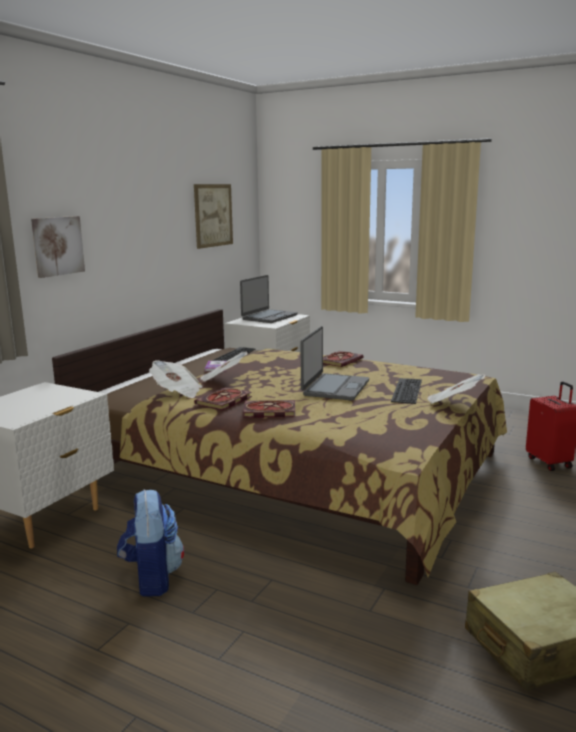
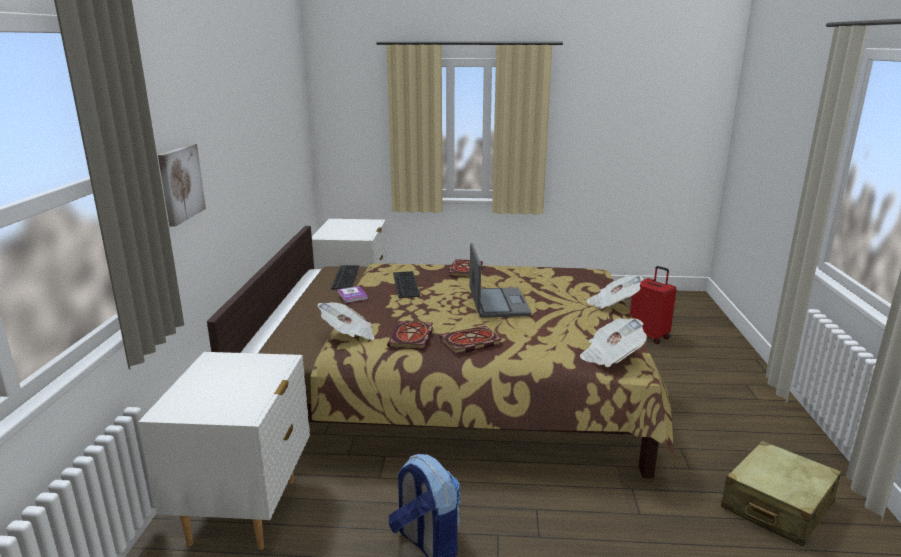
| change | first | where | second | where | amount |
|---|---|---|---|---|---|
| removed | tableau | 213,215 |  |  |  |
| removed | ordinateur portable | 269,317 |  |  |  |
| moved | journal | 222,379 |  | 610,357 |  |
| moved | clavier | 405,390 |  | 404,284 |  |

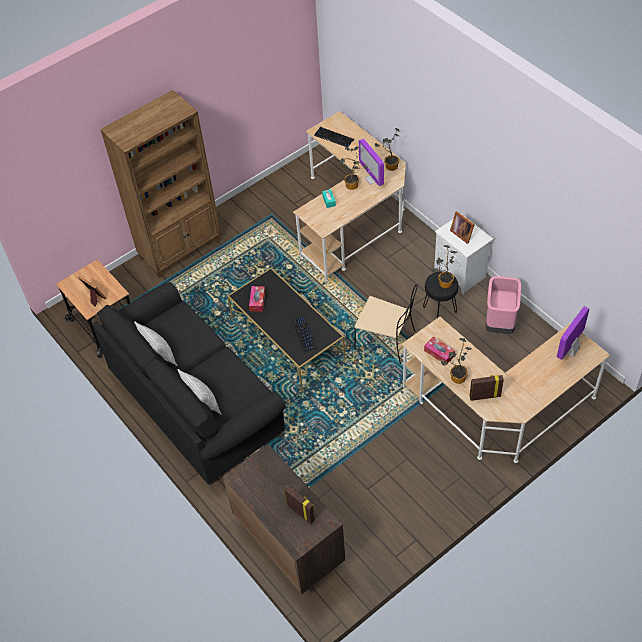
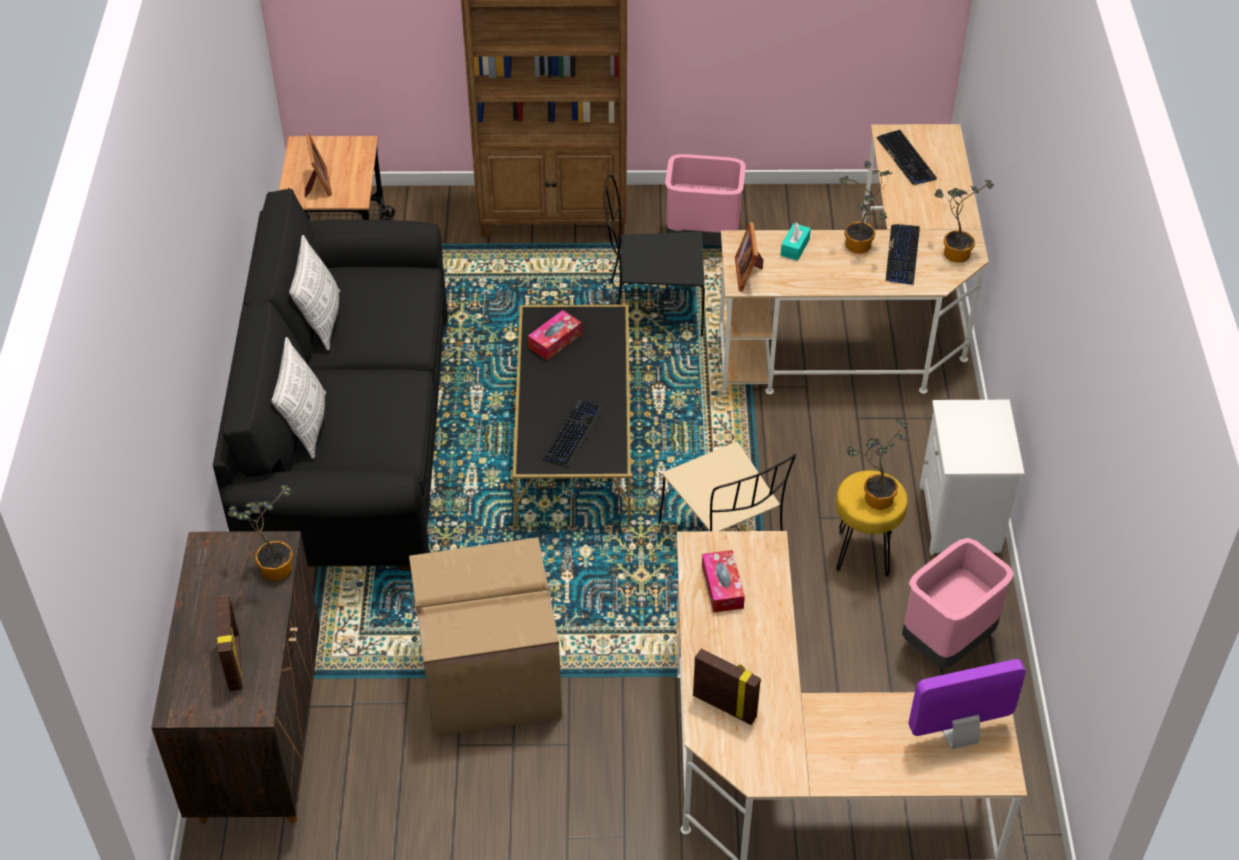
| change | first | where | second | where | amount |
|---|---|---|---|---|---|
| replaced | écran d'ordinateur | 372,179 | clavier | 902,255 |  |
| moved | cadre photo | 462,233 |  | 749,273 |  |
| recoloured | tabouret [noir] | 440,309 | tabouret [jaune] | 864,552 |  |
| moved | plante en pot | 456,378 |  | 272,566 |  |
| added |  |  | poubelle [rose] | 703,240 |  |
| added |  |  | chaise [noir] | 652,309 |  |
| added |  |  | carton | 487,676 |  |

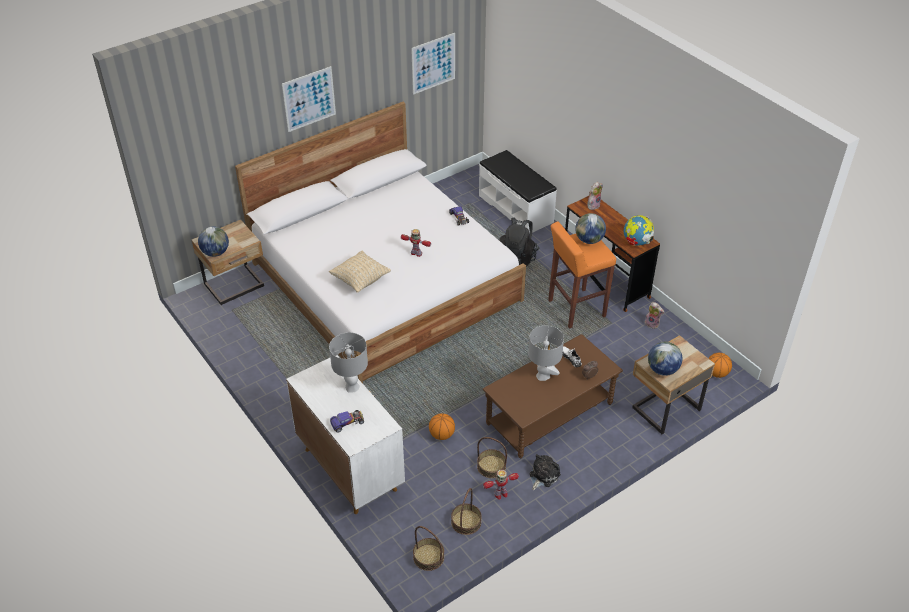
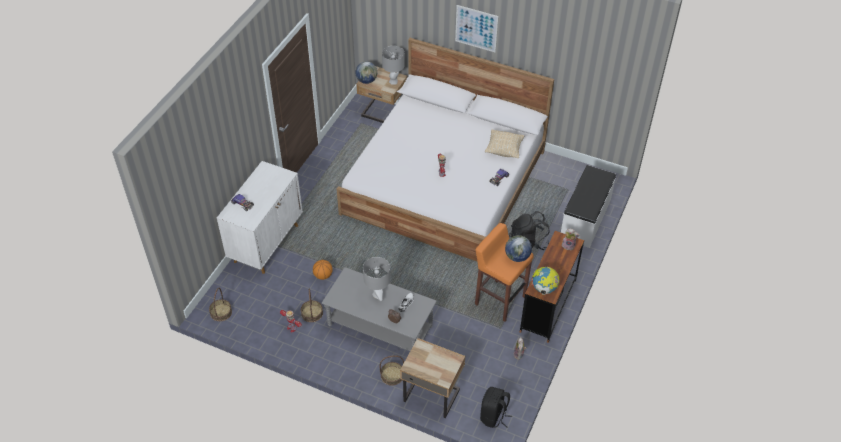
| change | first | where | second | where | amount |
|---|---|---|---|---|---|
| removed | tableau | 433,63 |  |  |  |
| moved | coussin [beige] | 360,280 |  | 504,150 |  |
| moved | lampe de table [gris] | 352,386 |  | 393,81 |  |
| recoloured | table basse [marron] | 549,414 | table basse [gris] | 380,326 |  |
| removed | globe | 662,370 |  |  |  |
| replaced | ballon de basket | 716,373 | sac à dos [noir] | 494,416 |  |
| removed | peluche | 543,476 |  |  |  |
| moved | panier | 466,522 |  | 392,375 |  |

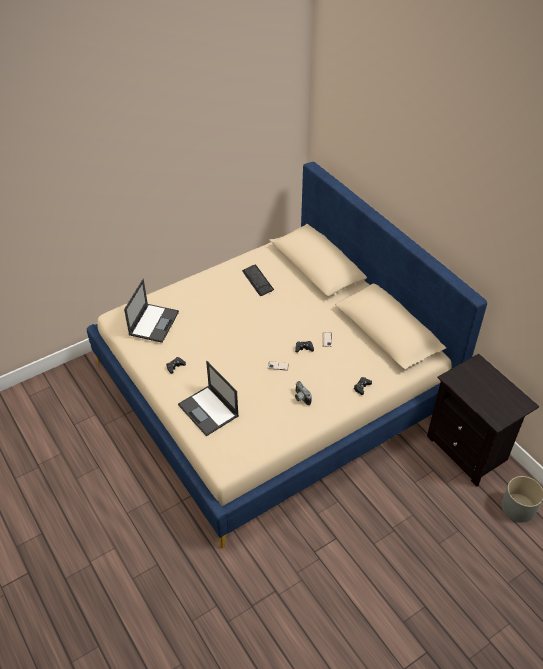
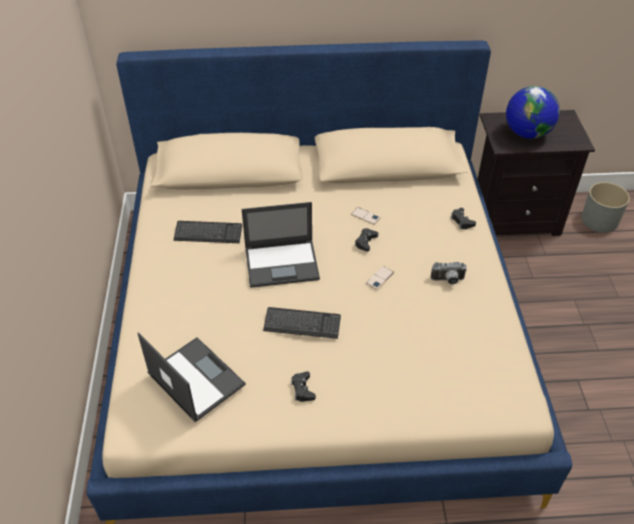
| change | first | where | second | where | amount |
|---|---|---|---|---|---|
| moved | ordinateur portable | 209,411 |  | 282,263 |  |
| added |  |  | globe | 527,133 |  |
| added |  |  | clavier | 302,324 |  |

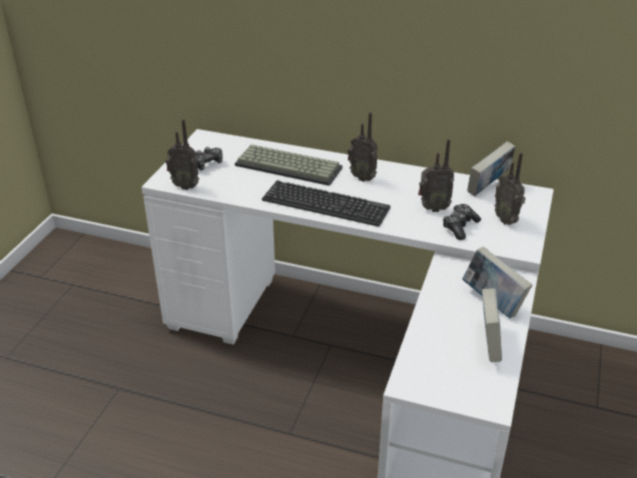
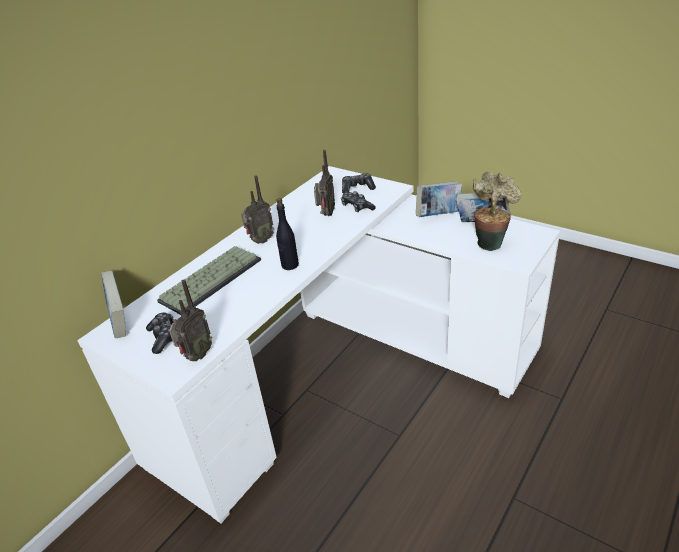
| change | first | where | second | where | amount |
|---|---|---|---|---|---|
| moved | livre | 488,187 |  | 121,322 |  |
| replaced | radio | 506,220 | manette | 357,188 |  |
| replaced | clavier | 325,204 | bouteille [noir] | 289,265 |  |
| added |  |  | plante en pot | 490,242 |  |

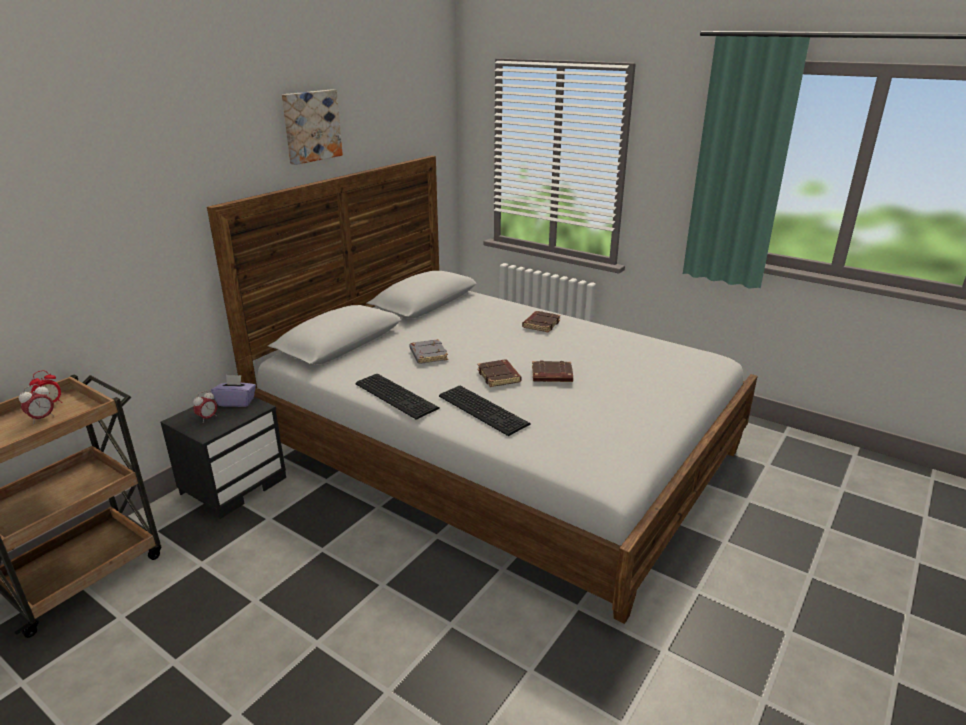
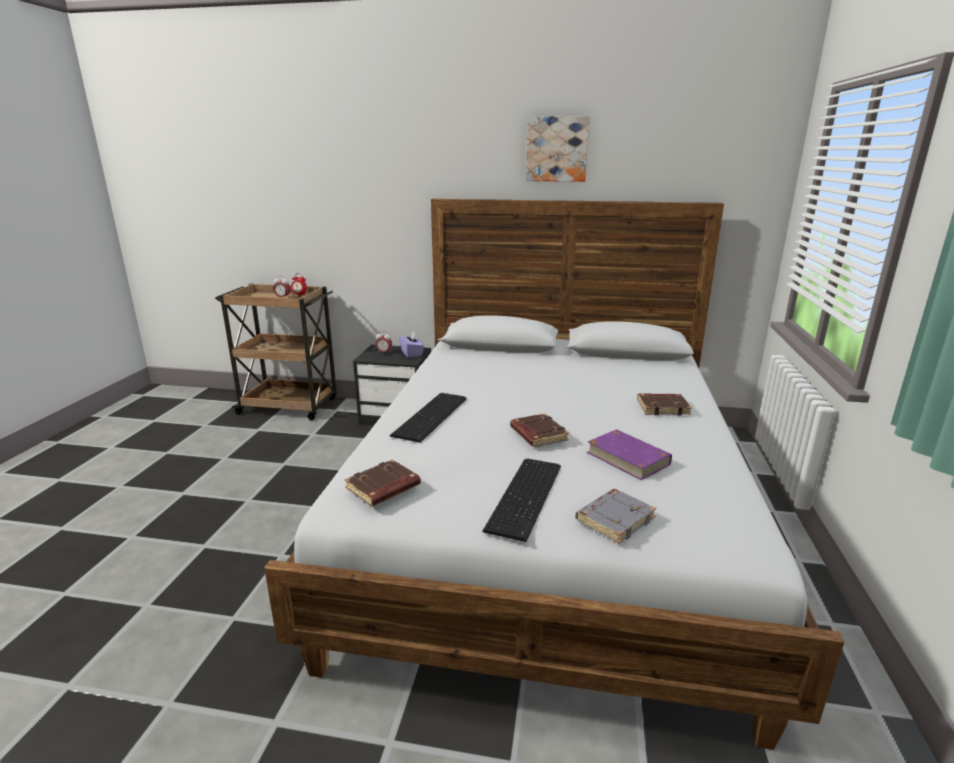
| change | first | where | second | where | amount |
|---|---|---|---|---|---|
| moved | livre [gris] | 427,355 |  | 614,519 |  |
| moved | livre [marron] | 499,376 |  | 383,488 |  |
| moved | clavier | 396,395 |  | 528,496 |  |
| added |  |  | livre [violet] | 627,458 |  |

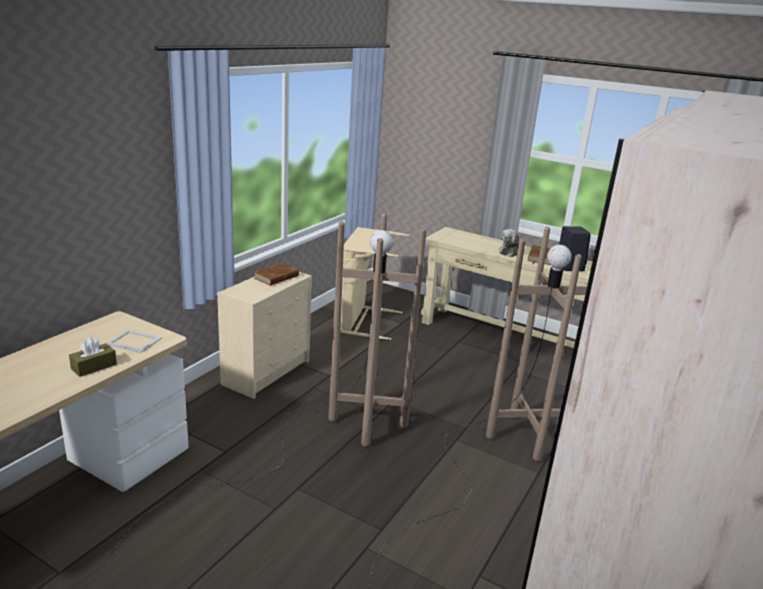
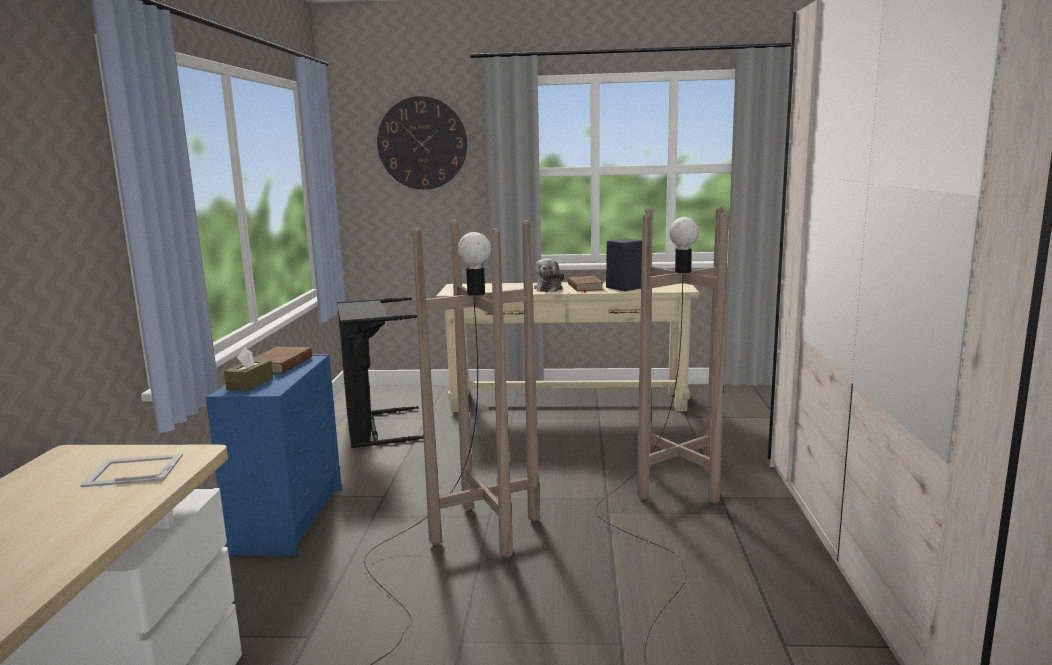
| change | first | where | second | where | amount |
|---|---|---|---|---|---|
| recoloured | panier à linge [beige] | 362,321 | panier à linge [noir] | 374,429 |  |
| recoloured | commode [beige] | 267,372 | commode [bleu] | 289,519 |  |
| moved | boîte à mouchoirs [marron] | 94,366 |  | 250,384 |  |
| added |  |  | horloge murale | 422,143 |  |

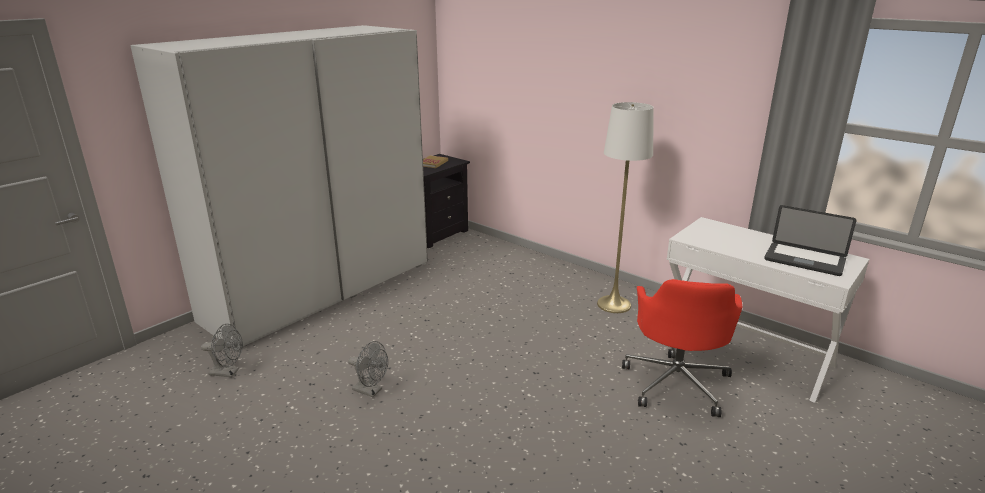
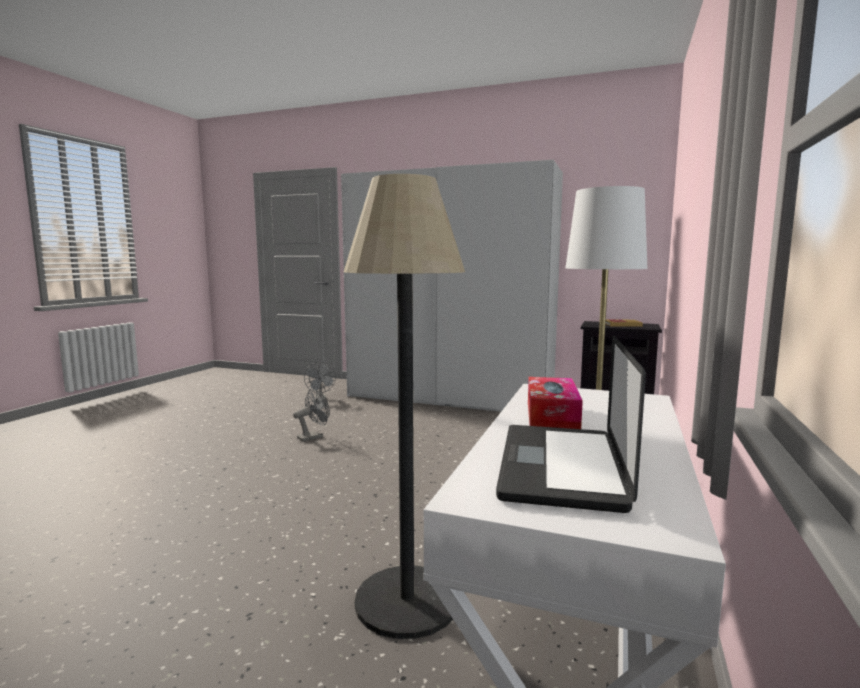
| change | first | where | second | where | amount |
|---|---|---|---|---|---|
| replaced | chaise de bureau [rouge] | 676,382 | lampadaire | 407,601 |  |
| turned | ventilateur [gris] | 371,391 |  | 313,437 | 135 degrees counterclockwise |
| added |  |  | boîte à mouchoirs | 552,416 |  |

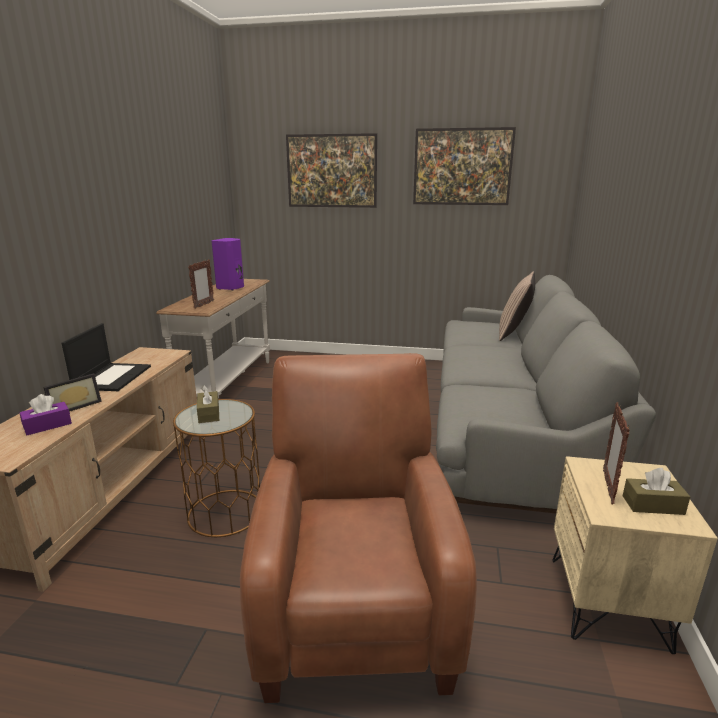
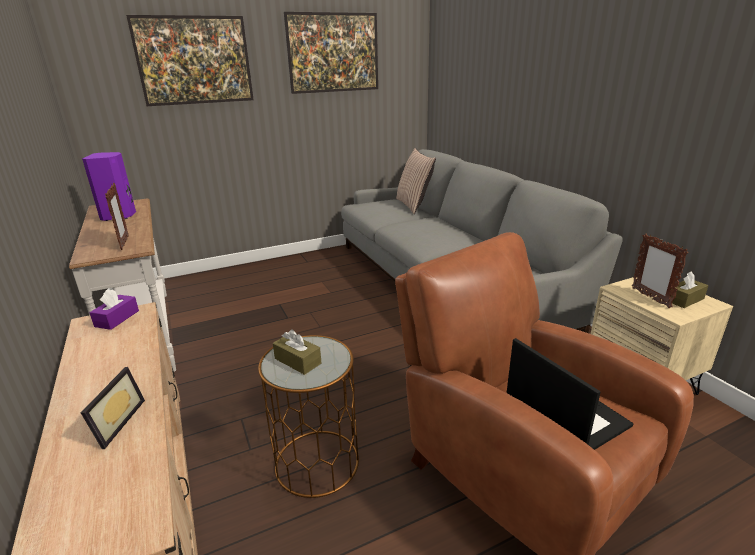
| change | first | where | second | where | amount |
|---|---|---|---|---|---|
| moved | ordinateur portable | 112,377 |  | 564,410 |  |
| moved | boîte à mouchoirs [violet] | 47,425 |  | 117,318 |  |

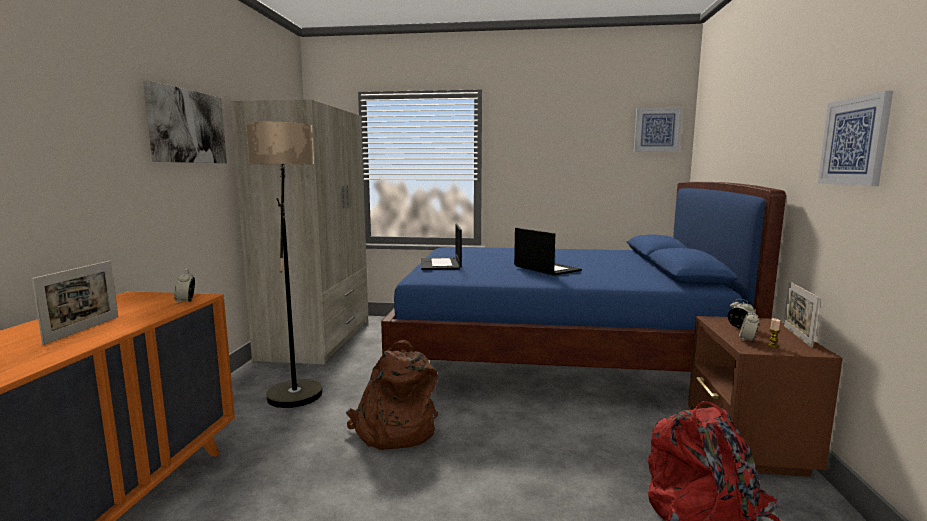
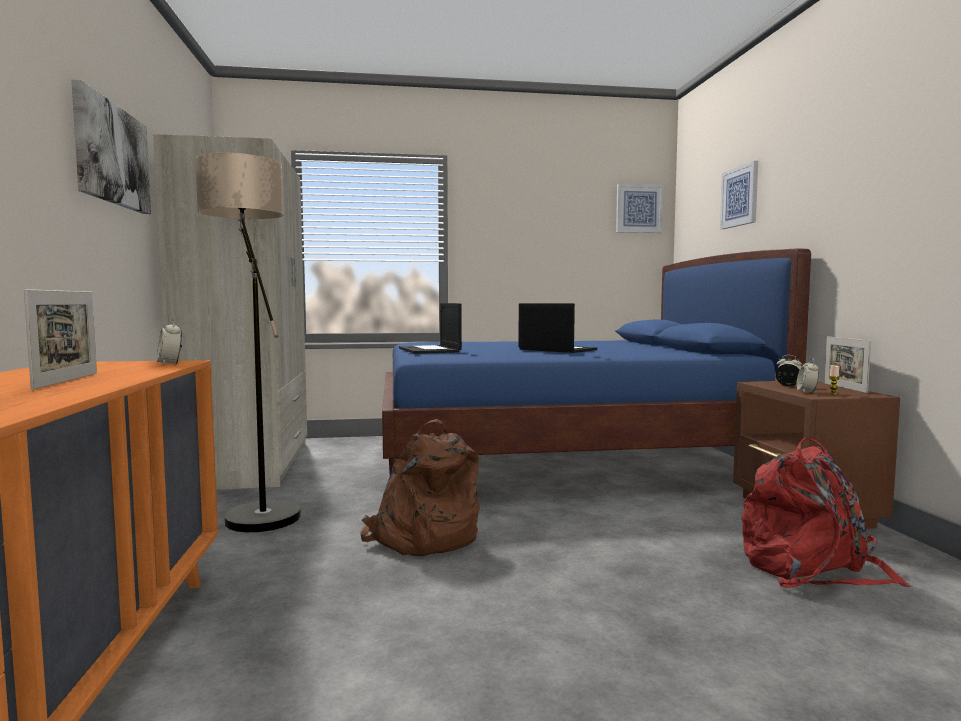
| change | first | where | second | where | amount |
|---|---|---|---|---|---|
| moved | tableau | 855,141 |  | 740,196 |  |

